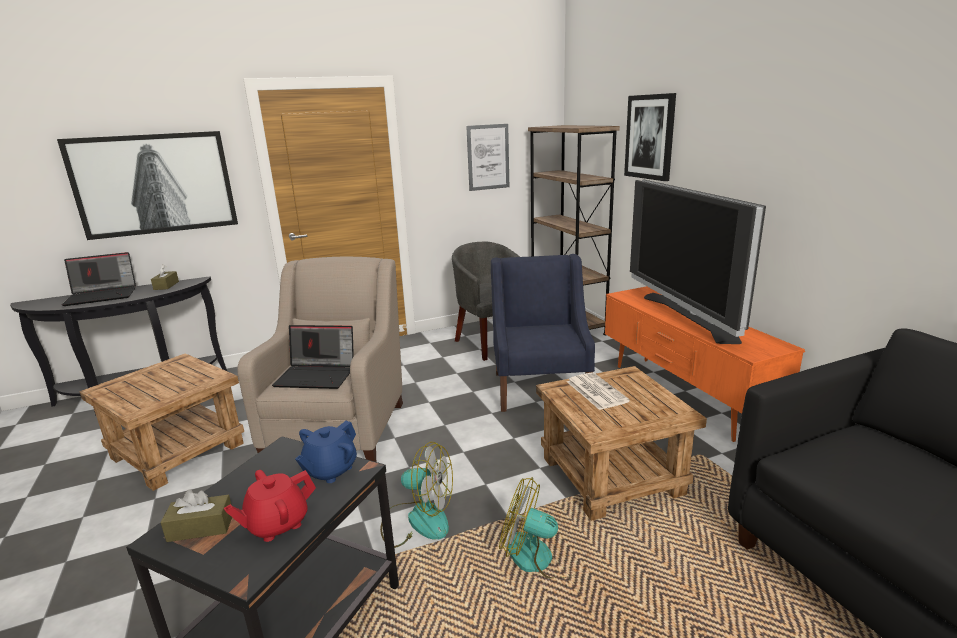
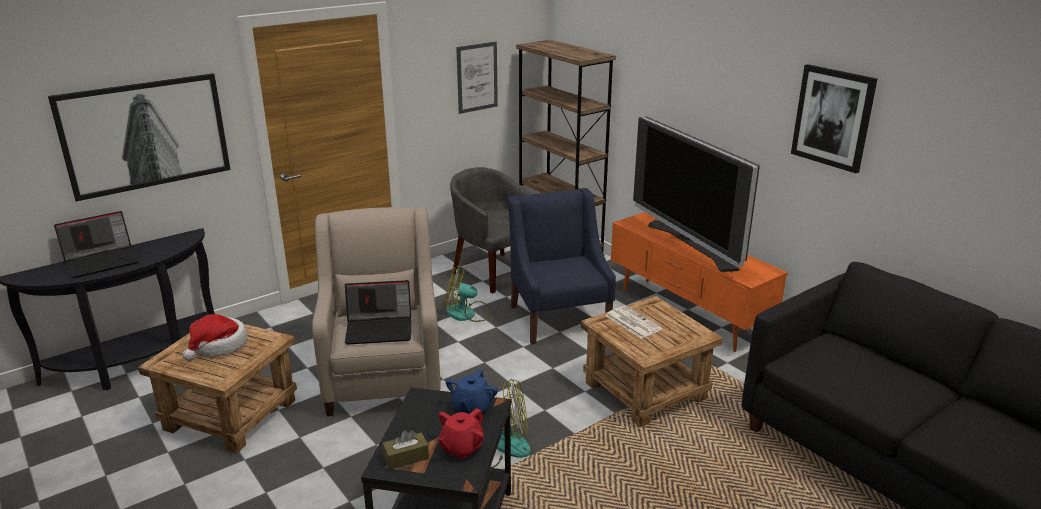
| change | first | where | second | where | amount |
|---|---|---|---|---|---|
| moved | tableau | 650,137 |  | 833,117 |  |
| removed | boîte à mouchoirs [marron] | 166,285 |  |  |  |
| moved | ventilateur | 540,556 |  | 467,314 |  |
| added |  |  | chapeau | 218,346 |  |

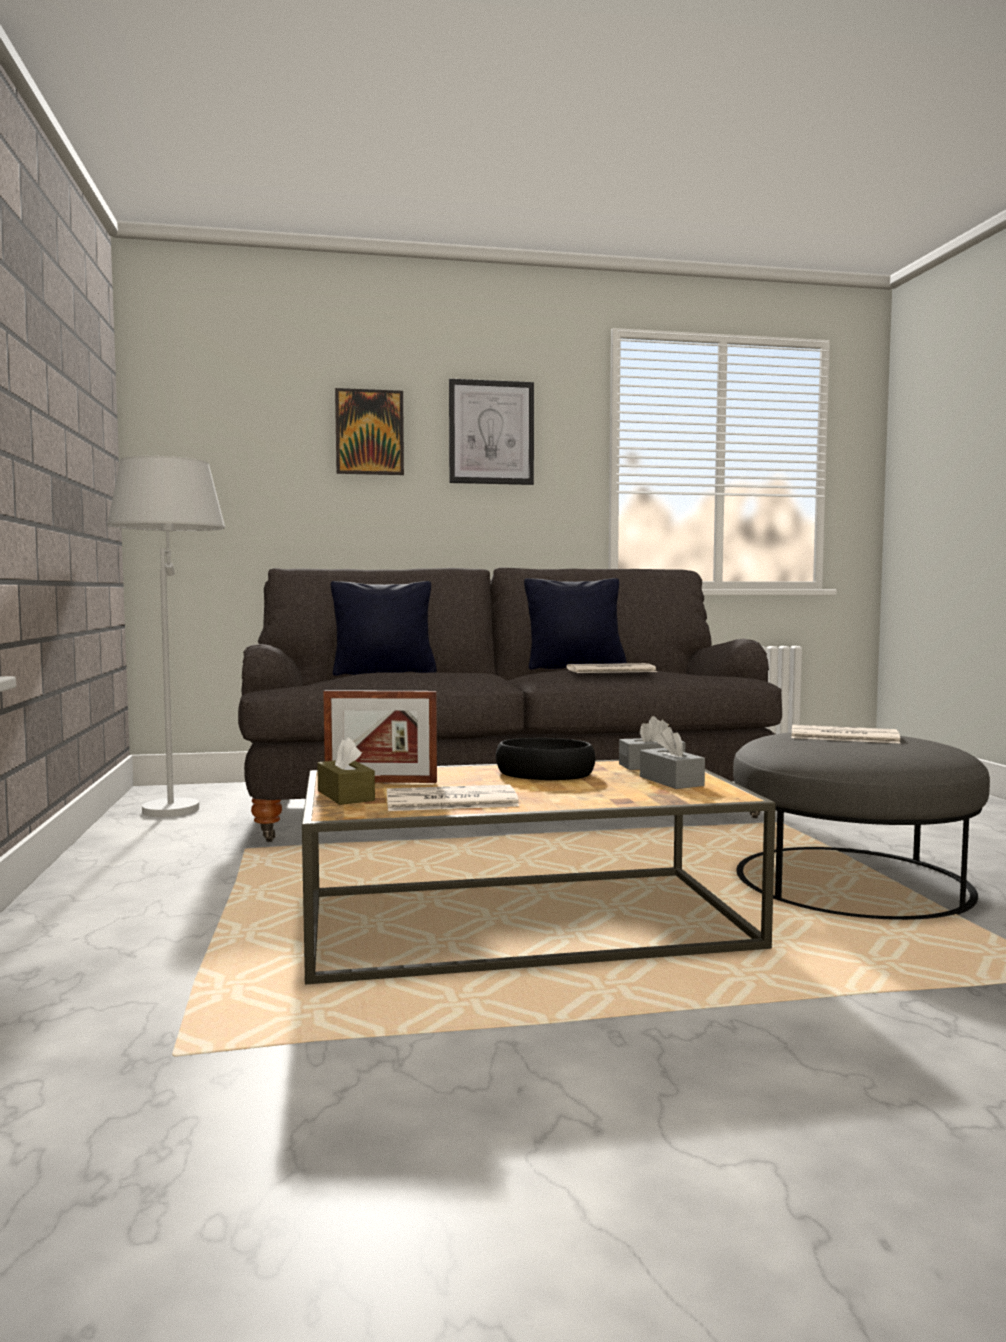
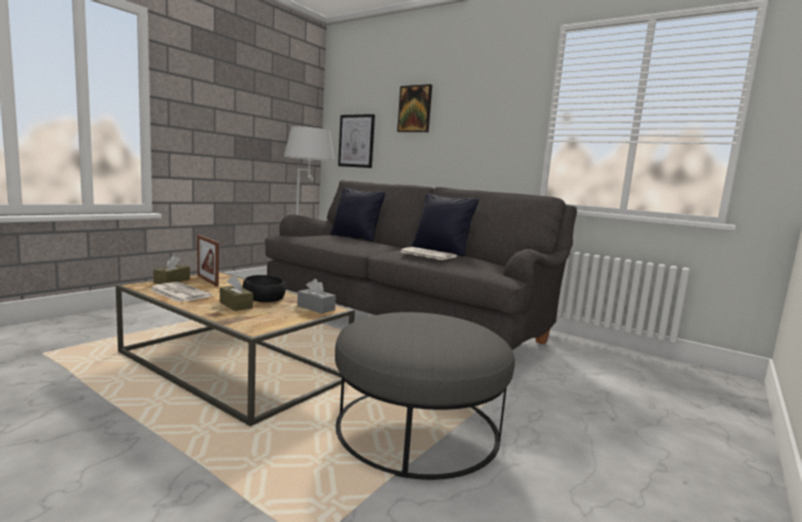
| change | first | where | second | where | amount |
|---|---|---|---|---|---|
| moved | tableau | 491,432 |  | 356,141 |  |
| removed | journal | 842,736 |  |  |  |
| removed | boîte à mouchoirs [gris] | 671,781 |  |  |  |
| added |  |  | boîte à mouchoirs [marron] | 236,305 |  |

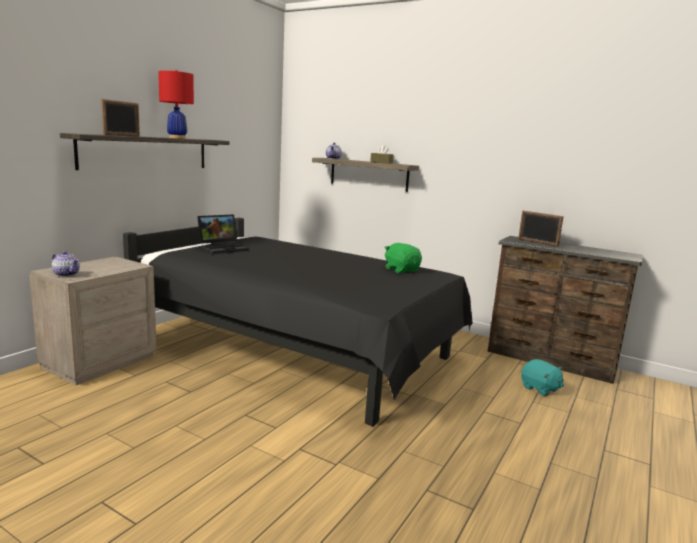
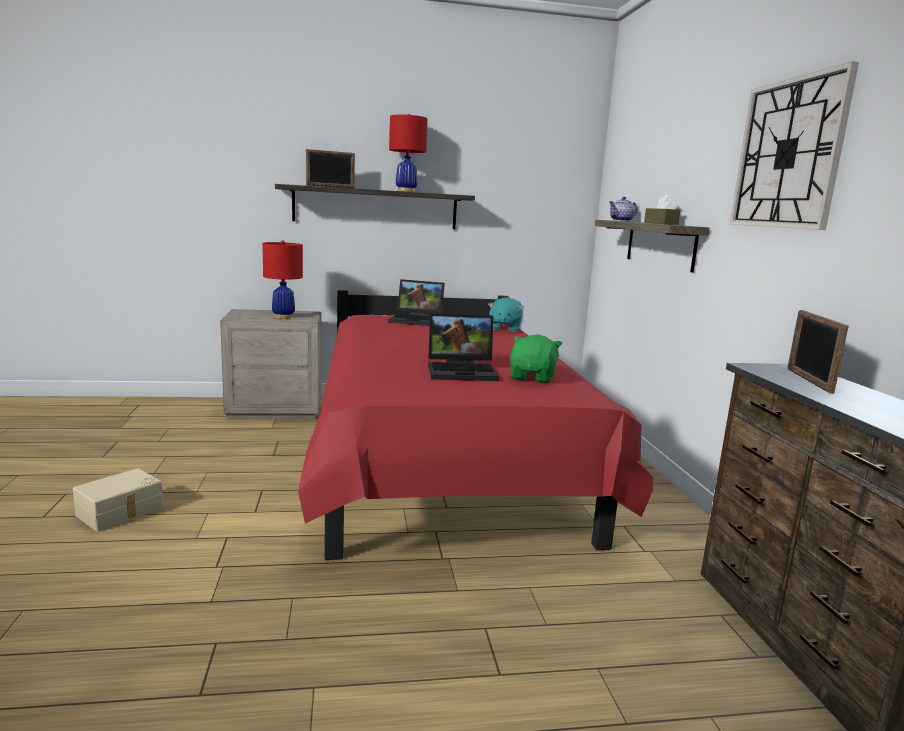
| change | first | where | second | where | amount |
|---|---|---|---|---|---|
| recoloured | lit [noir] | 297,349 | lit [rouge] | 441,461 |  |
| removed | théière | 66,274 |  |  |  |
| moved | peluche [turquoise] | 540,389 |  | 504,328 |  |
| added |  |  | horloge murale | 788,154 |  |
| added |  |  | lampe de table [rouge] | 283,316 |  |
| added |  |  | ordinateur portable | 463,371 |  |
| added |  |  | boîte de rangement [beige] | 121,512 |  |

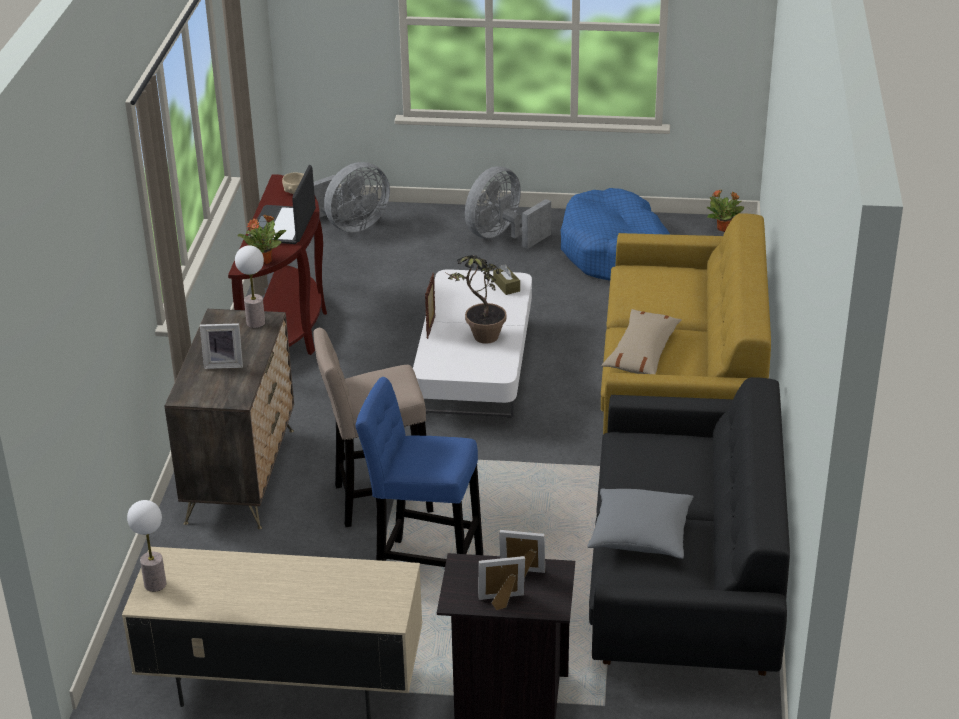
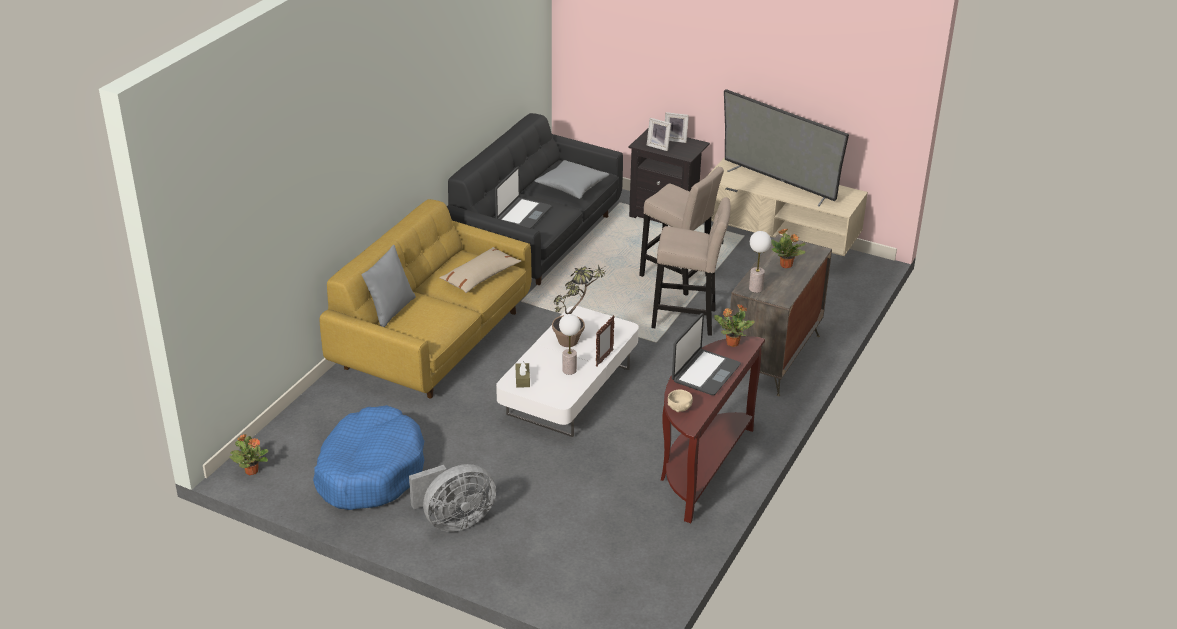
| change | first | where | second | where | amount |
|---|---|---|---|---|---|
| removed | ventilateur [gris] | 351,226 |  |  |  |
| replaced | cadre photo | 224,363 | plante en pot | 786,265 |  |
| recoloured | tabouret [bleu] | 423,567 | tabouret [beige] | 677,278 |  |
| moved | lampe de table | 155,584 |  | 569,370 |  |
| added |  |  | téléviseur | 779,183 |  |
| added |  |  | ordinateur portable | 523,214 |  |
| added |  |  | coussin [gris] | 390,311 |  |

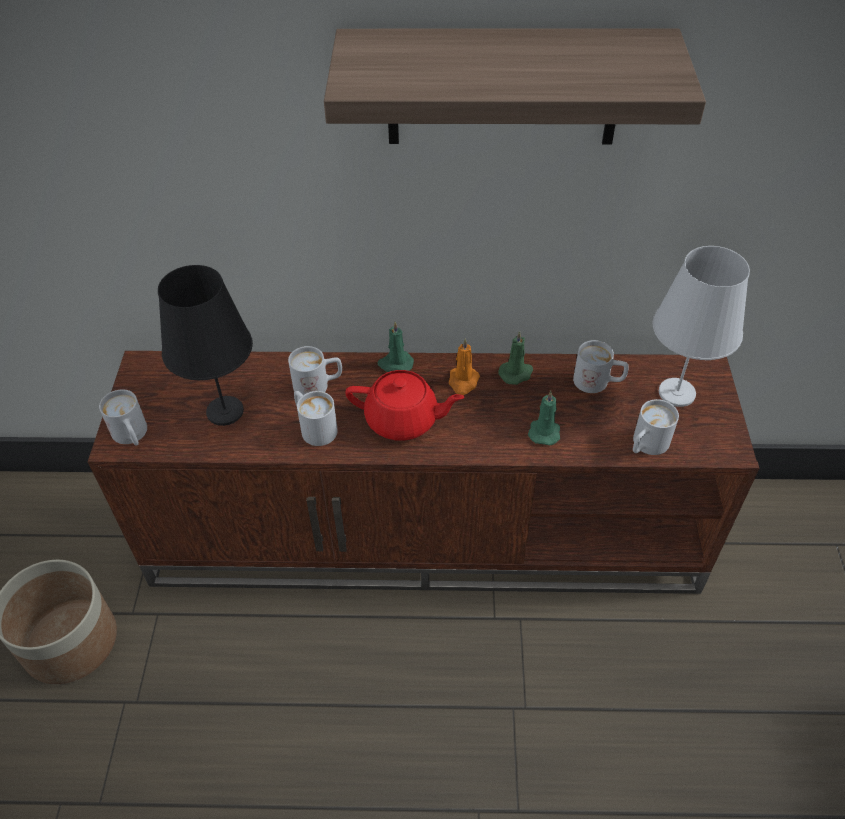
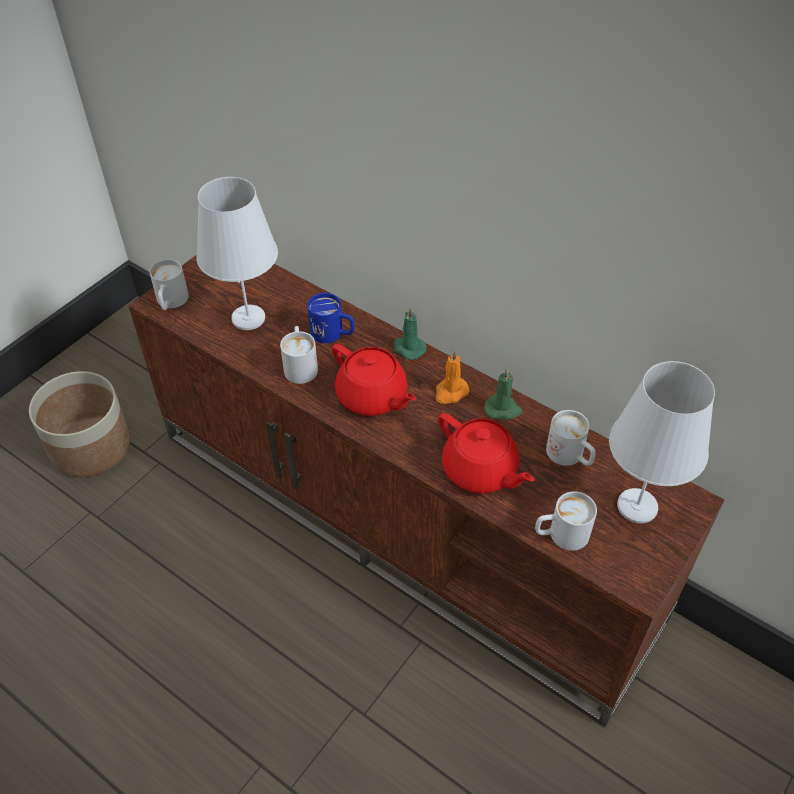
| change | first | where | second | where | amount |
|---|---|---|---|---|---|
| removed | étagère | 503,87 |  |  |  |
| recoloured | lampe de table [noir] | 224,411 | lampe de table [blanc] | 248,317 |  |
| recoloured | mug [blanc] | 318,385 | mug [bleu] | 333,334 |  |
| replaced | bougie [vert] | 544,431 | théière [rouge] | 480,471 |  |

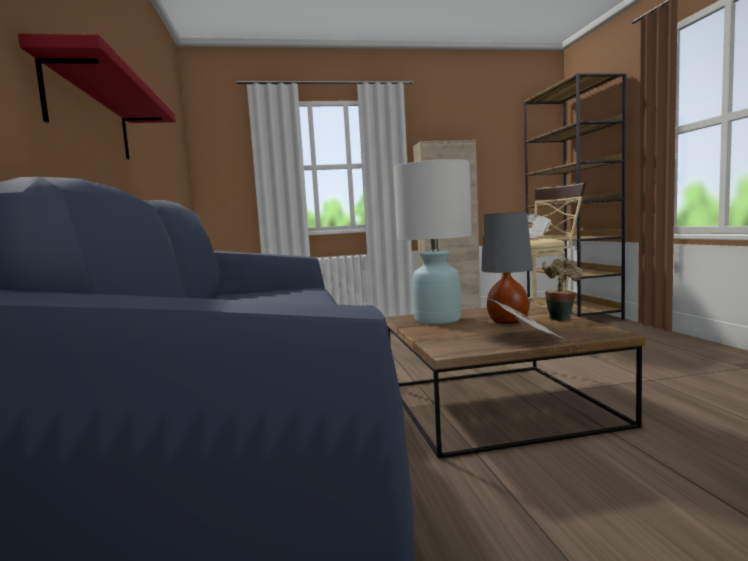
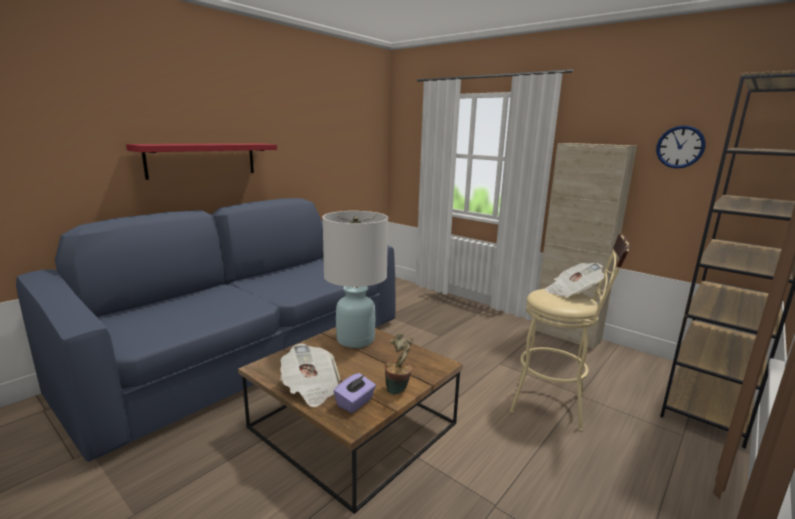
| change | first | where | second | where | amount |
|---|---|---|---|---|---|
| removed | lampe de table [gris] | 508,322 |  |  |  |
| added |  |  | horloge murale | 680,147 |  |
| added |  |  | boîte à mouchoirs [violet] | 355,403 |  |

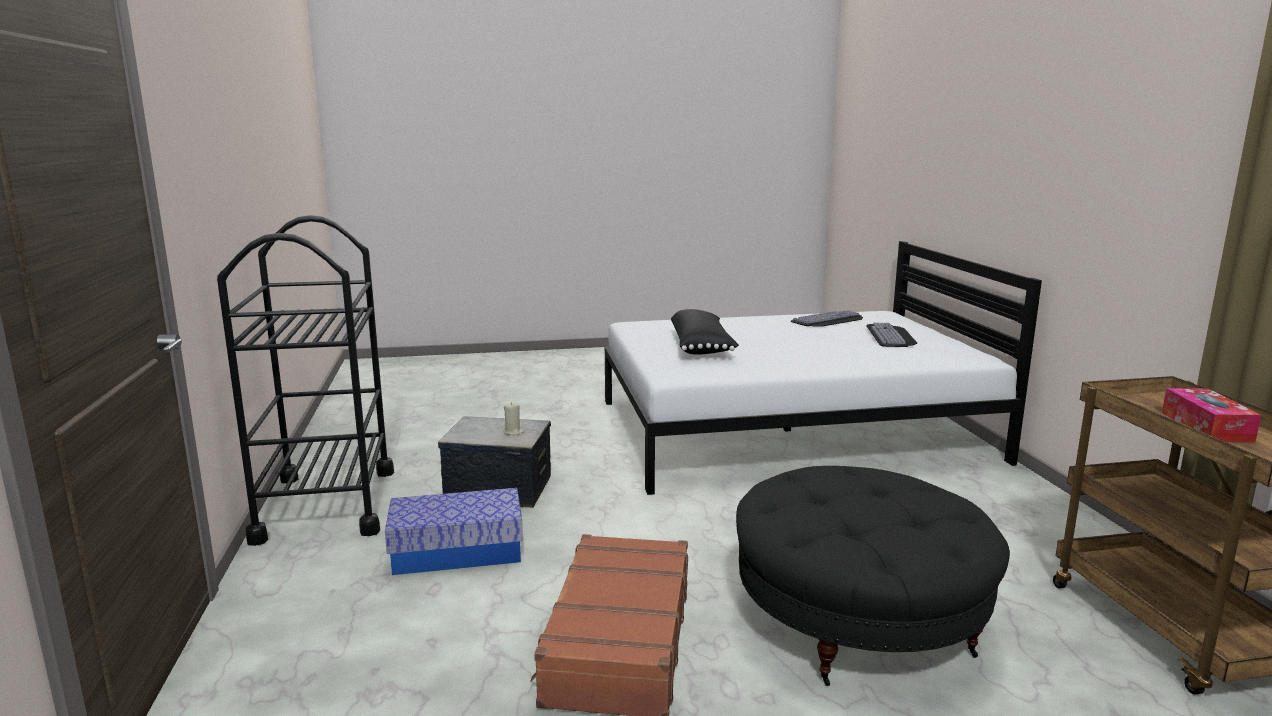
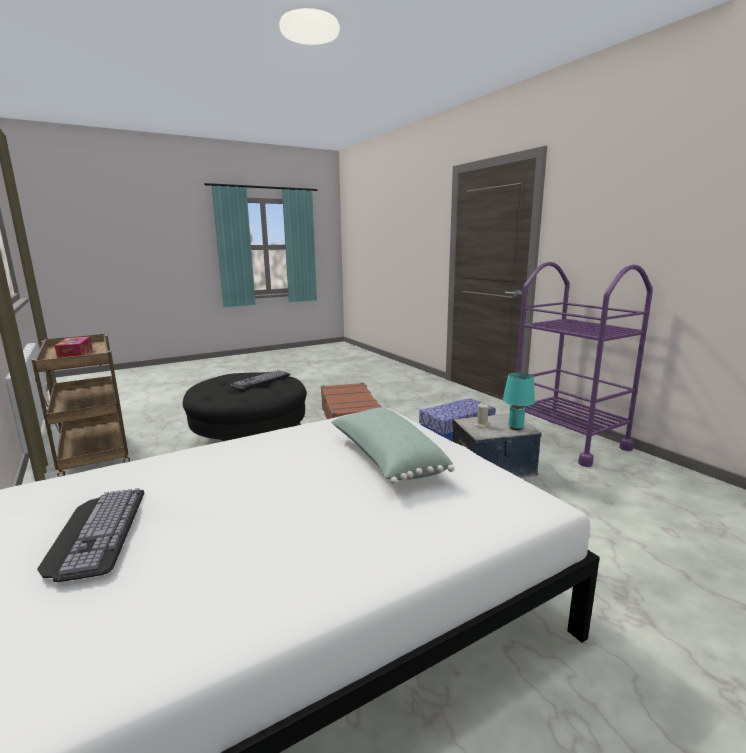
| change | first | where | second | where | amount |
|---|---|---|---|---|---|
| recoloured | chariot [noir] | 326,505 | chariot [violet] | 567,440 |  |
| recoloured | coussin [noir] | 701,347 | coussin [vert] | 385,460 |  |
| moved | clavier | 829,320 |  | 259,379 |  |
| added |  |  | lampe de table [turquoise] | 516,427 |  |

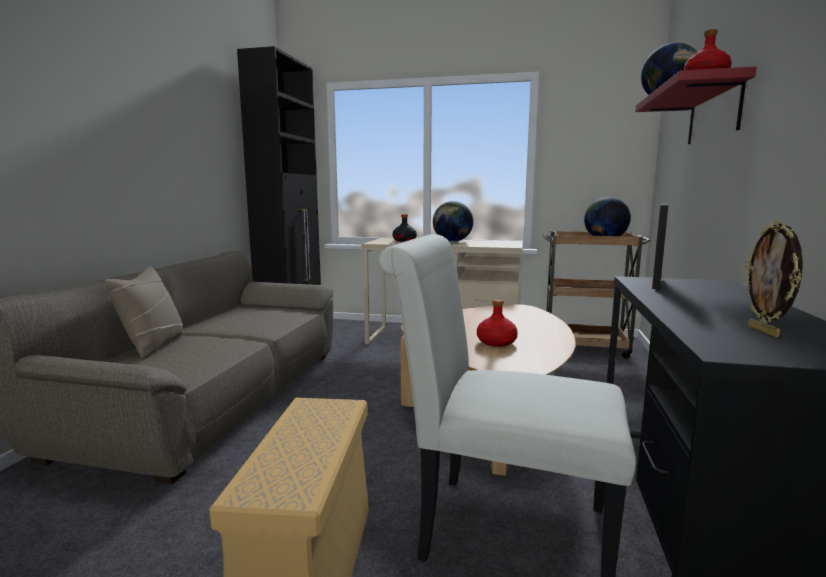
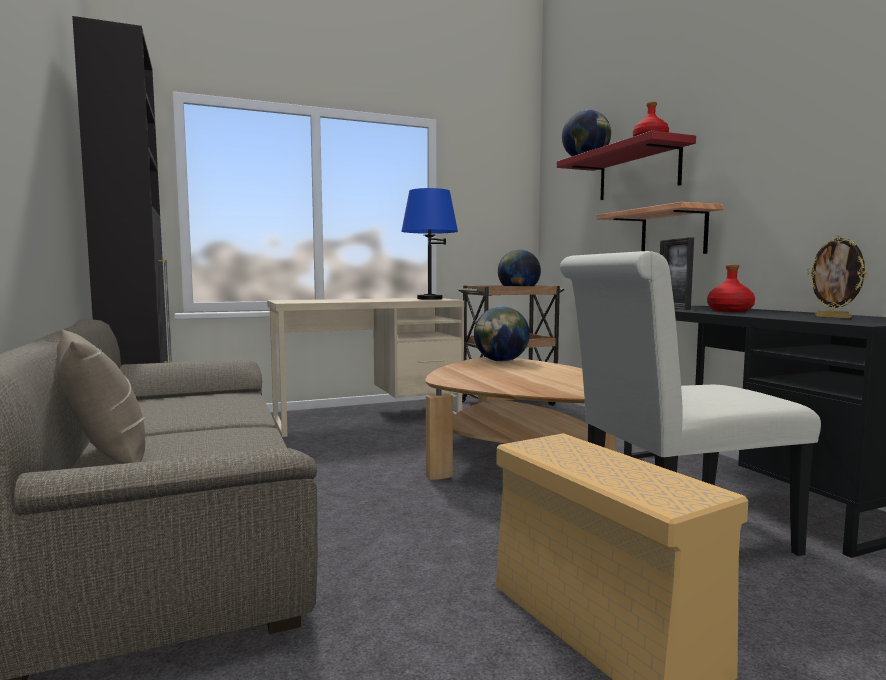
| change | first | where | second | where | amount |
|---|---|---|---|---|---|
| moved | globe | 452,241 |  | 501,361 |  |
| removed | bouteille [noir] | 404,240 |  |  |  |
| moved | bouteille [rouge] | 497,342 |  | 730,311 |  |
| added |  |  | lampe de table [bleu] | 429,299 |  |
| added |  |  | étagère | 673,233 |  |

